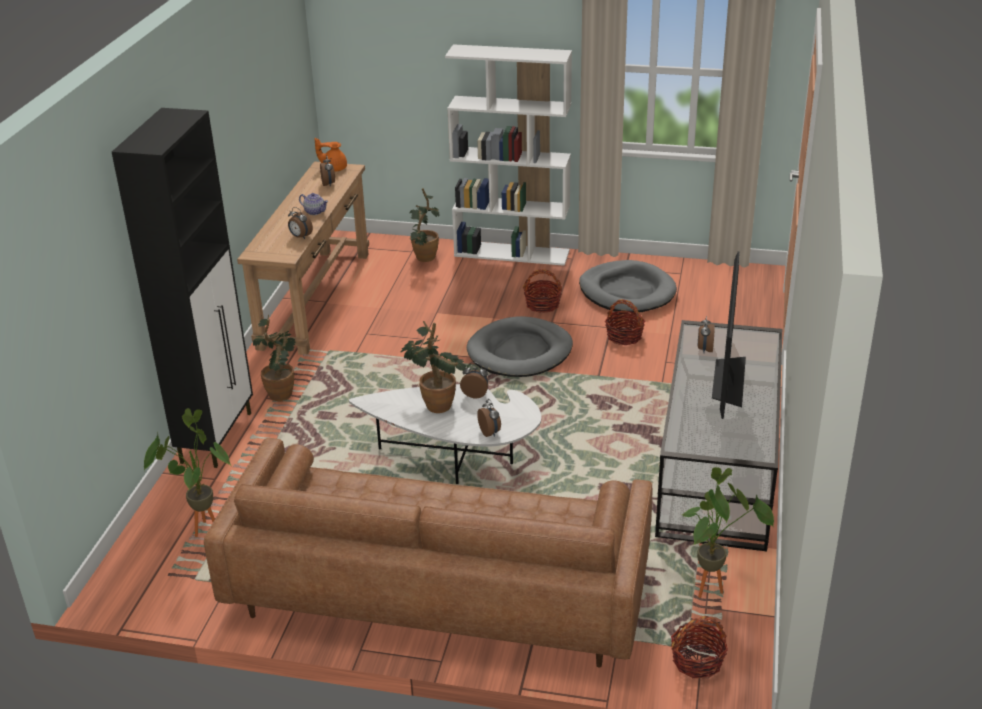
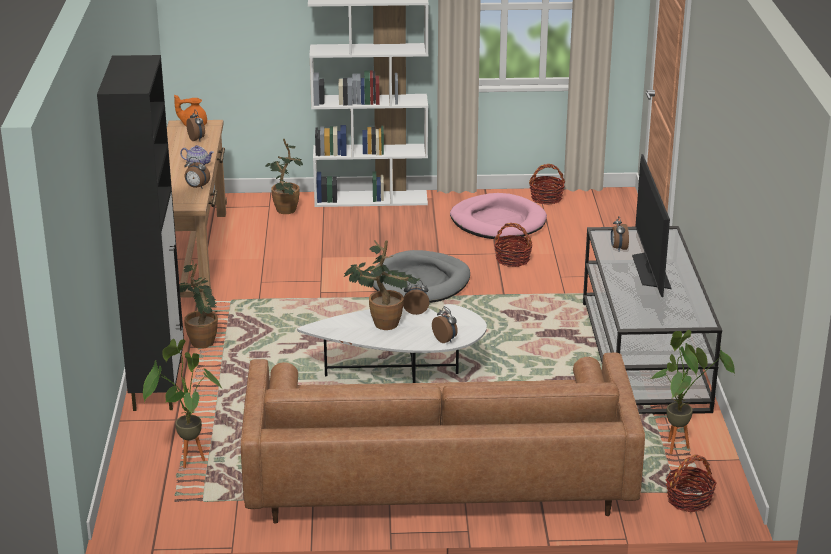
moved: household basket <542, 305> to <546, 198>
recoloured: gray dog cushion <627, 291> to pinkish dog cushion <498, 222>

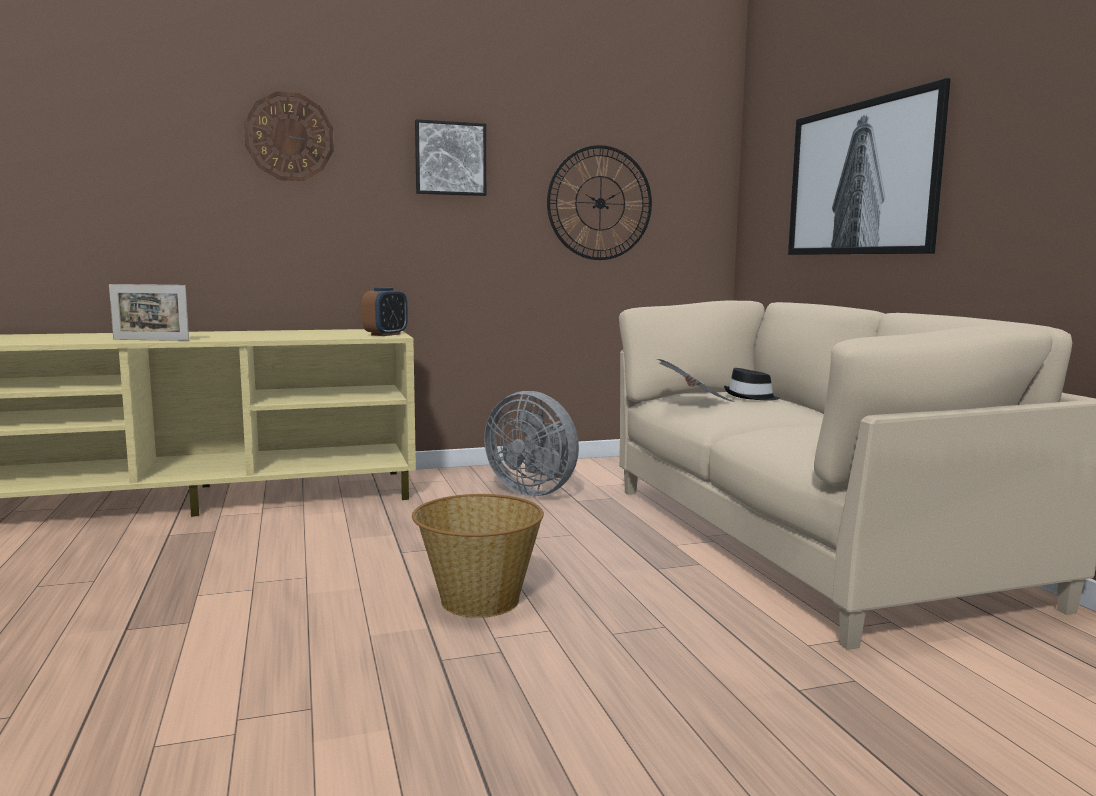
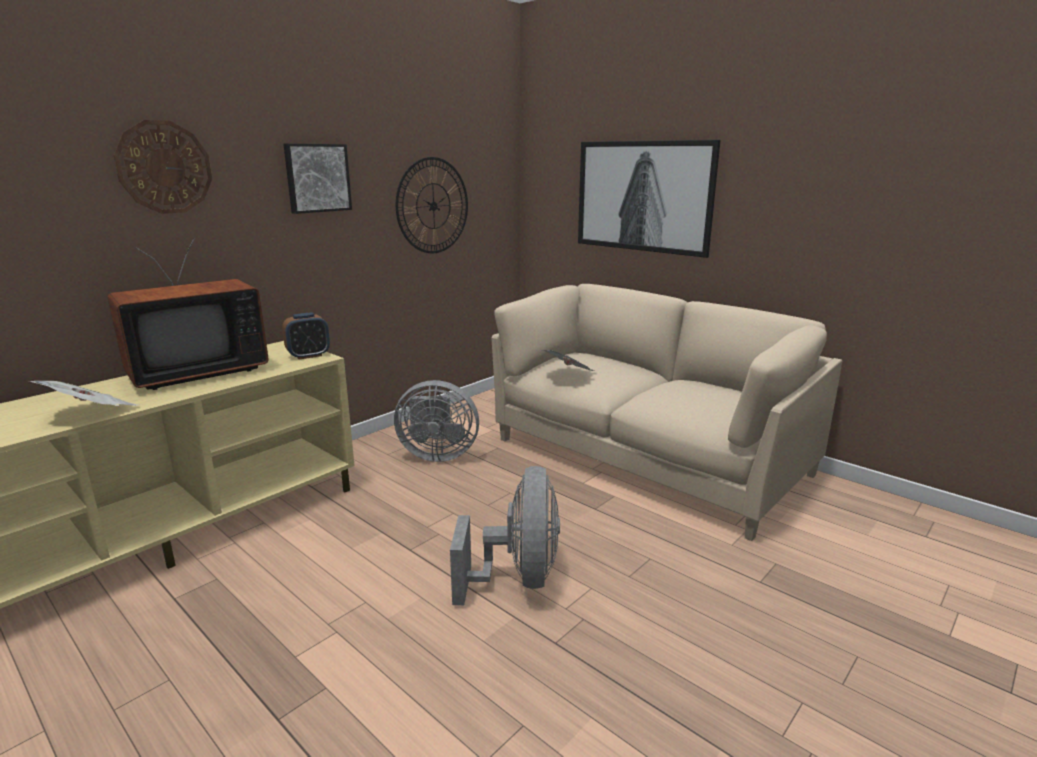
removed: blackish hat <750, 397>
added: TV <195, 372>
replaced: standing frame <151, 340> to daily paper <92, 414>; household basket <478, 600> to gray fan <518, 578>
turned: bedside clock <386, 334> = <308, 355> 60 degrees clockwise

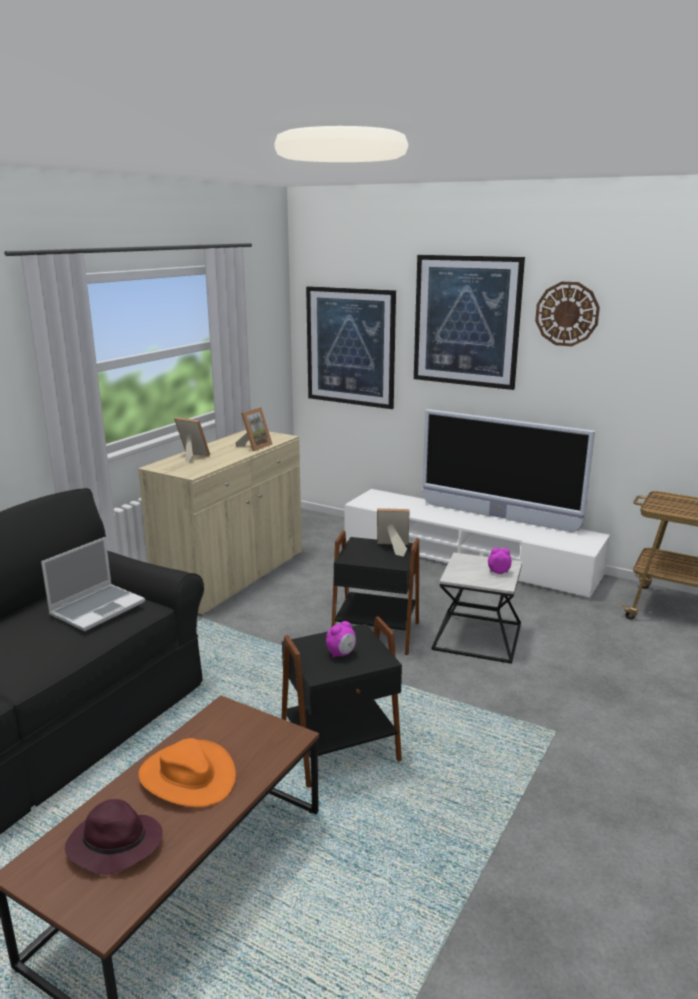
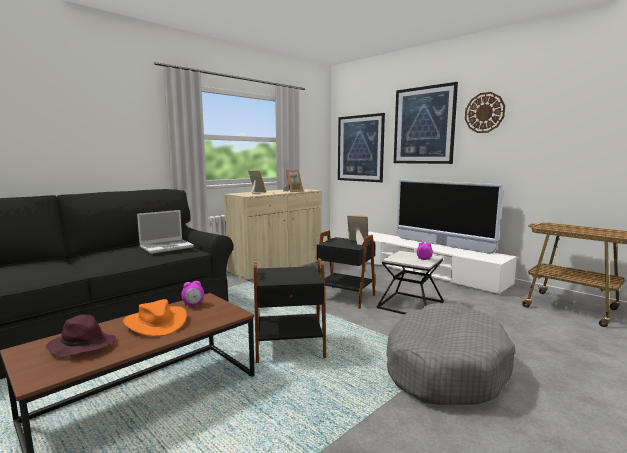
added: gray dog cushion <443, 367>
moved: bedside clock <341, 654> to <193, 305>

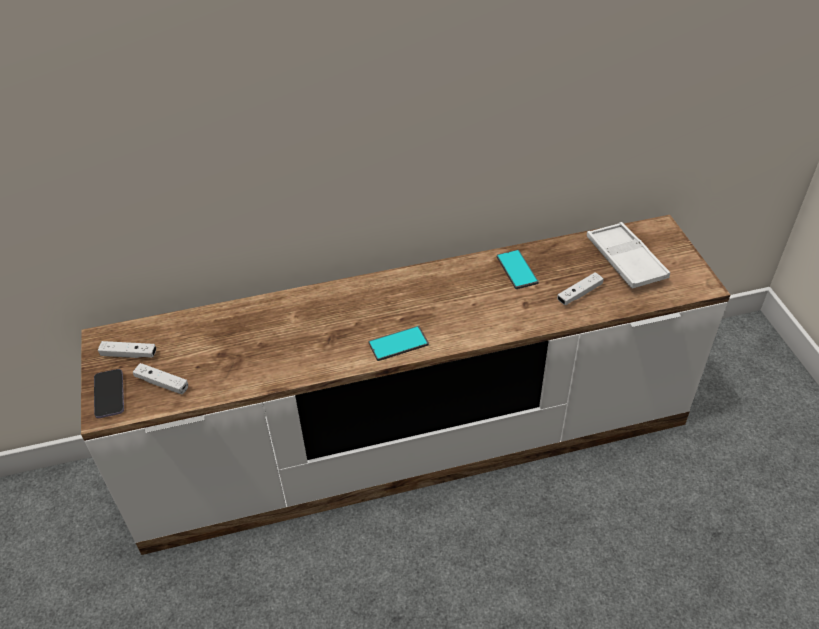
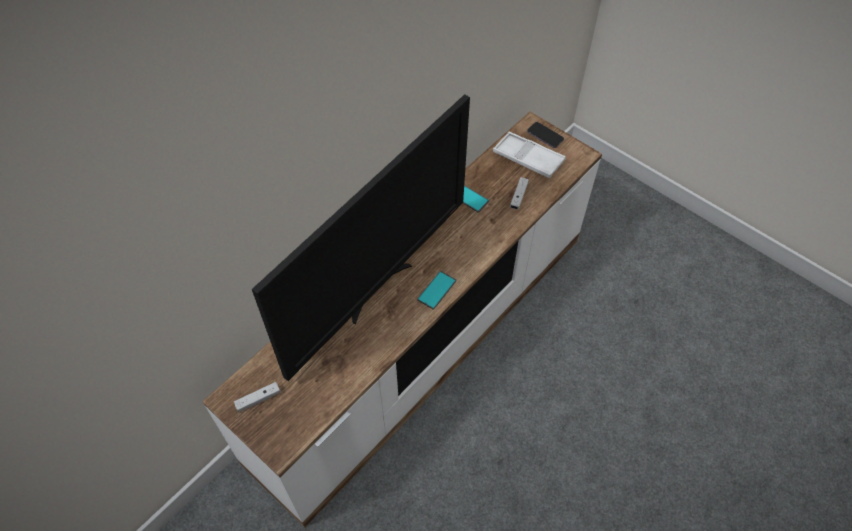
removed: white-coloured gamepad <162, 383>
added: TV <376, 288>
moved: telephone <109, 395> to <545, 136>

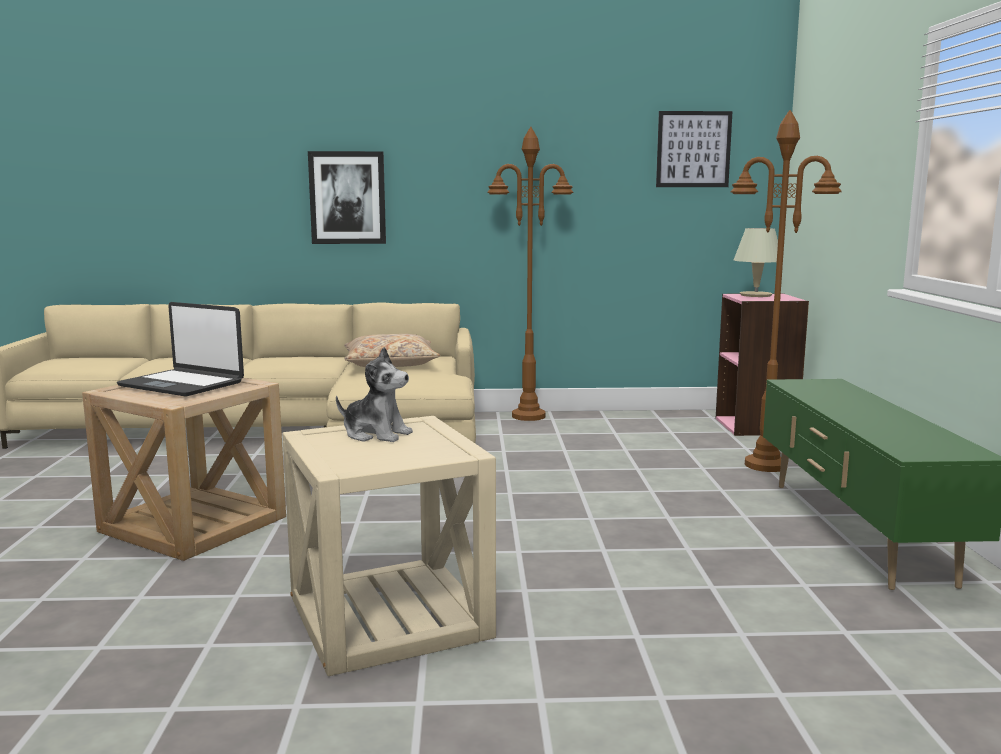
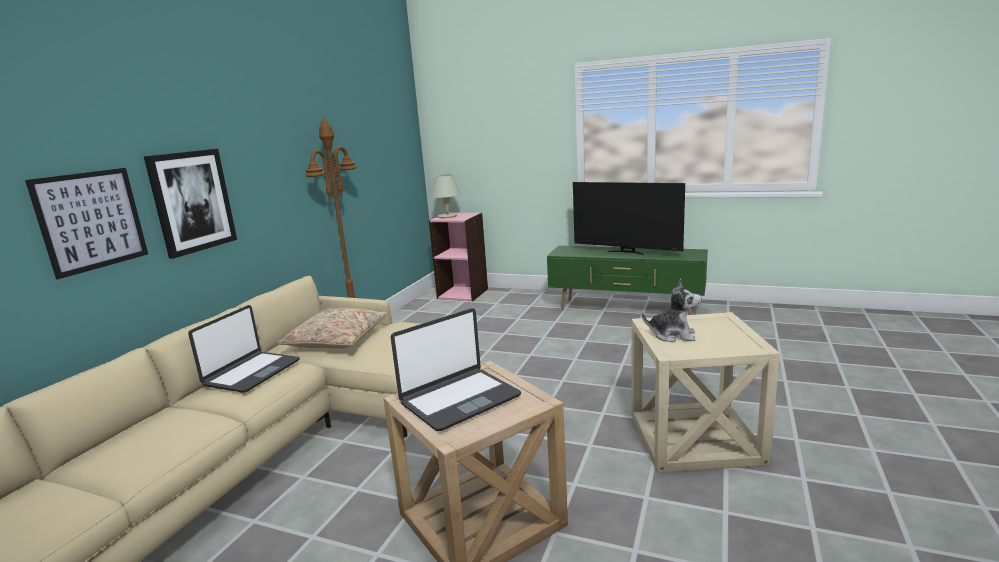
removed: brown floor lamp <766, 465>
added: notebook computer <251, 373>; TV <626, 252>
moved: wall picture <693, 149> to <91, 220>
turned: soft toy <376, 434> = <672, 335> 60 degrees clockwise

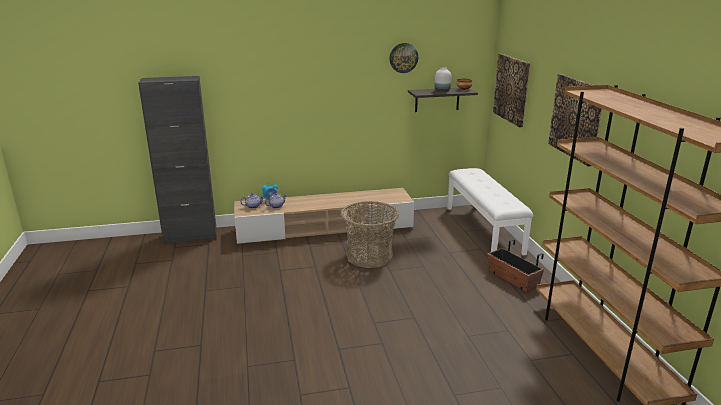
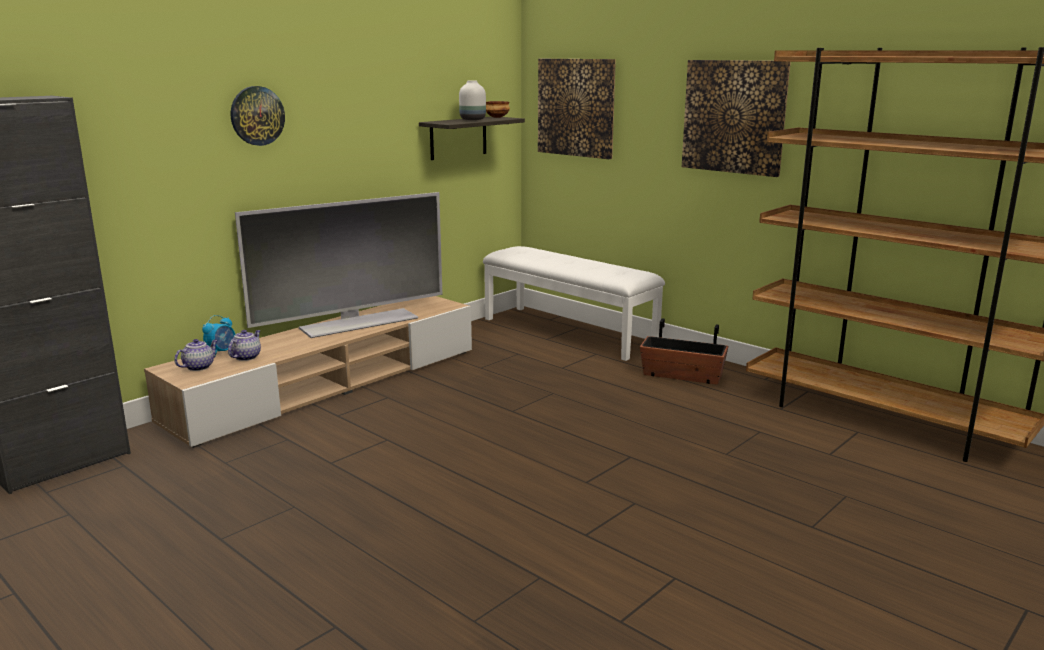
removed: household basket <369, 256>
added: TV <358, 322>
moved: clock on the wall <403, 58> to <257, 116>

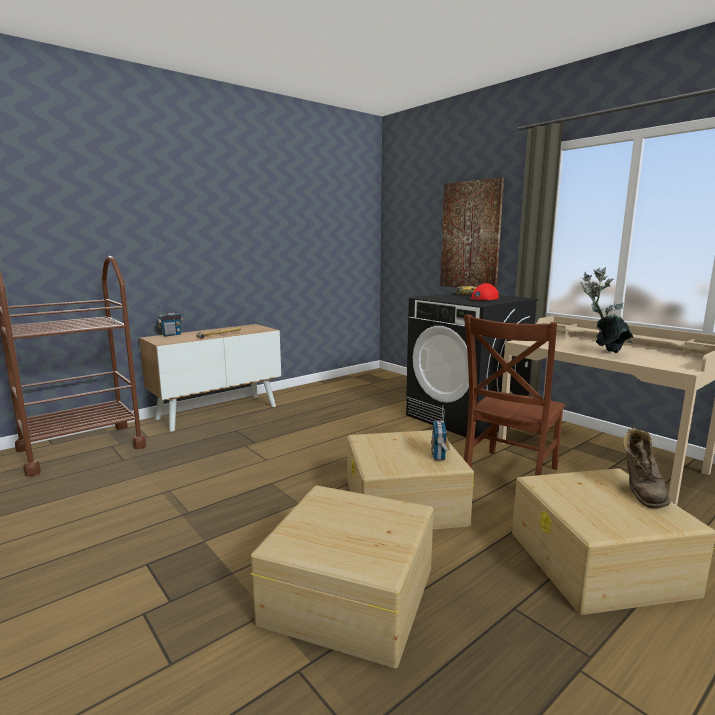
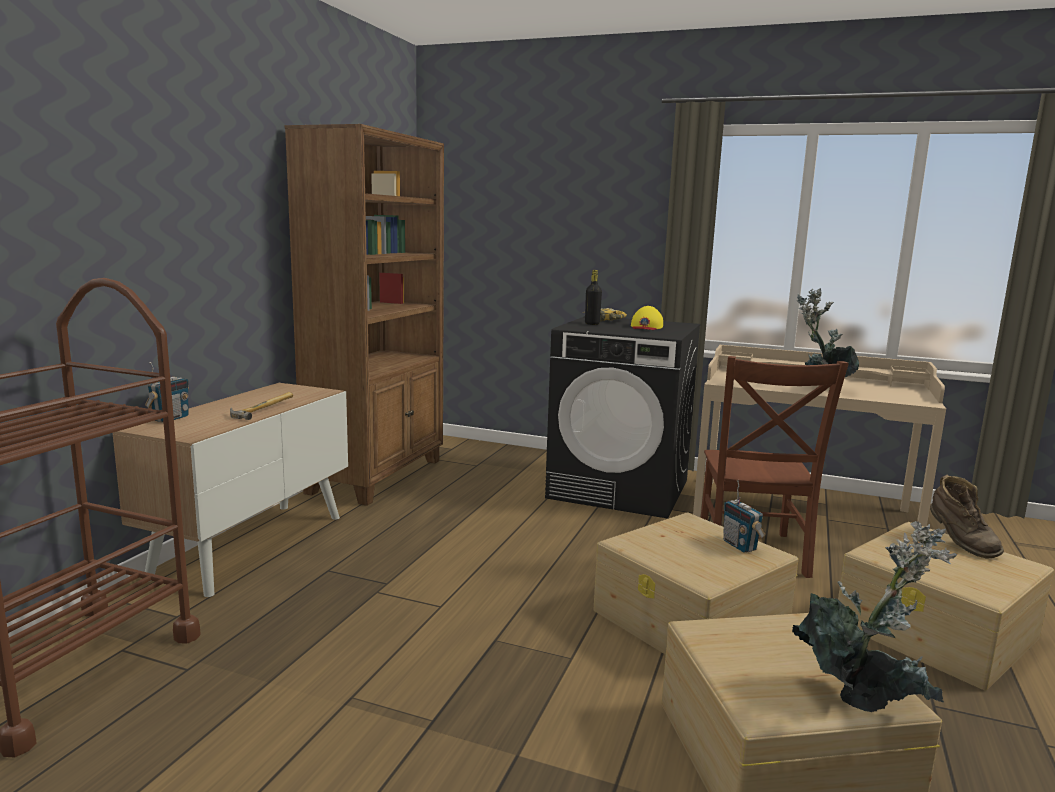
removed: wall picture <470, 235>
added: brown bookcase <378, 476>; blackish beverage bottle <592, 324>; potted plant <864, 697>
recoloured: reddish peaked cap <483, 299> to yellow peaked cap <646, 327>

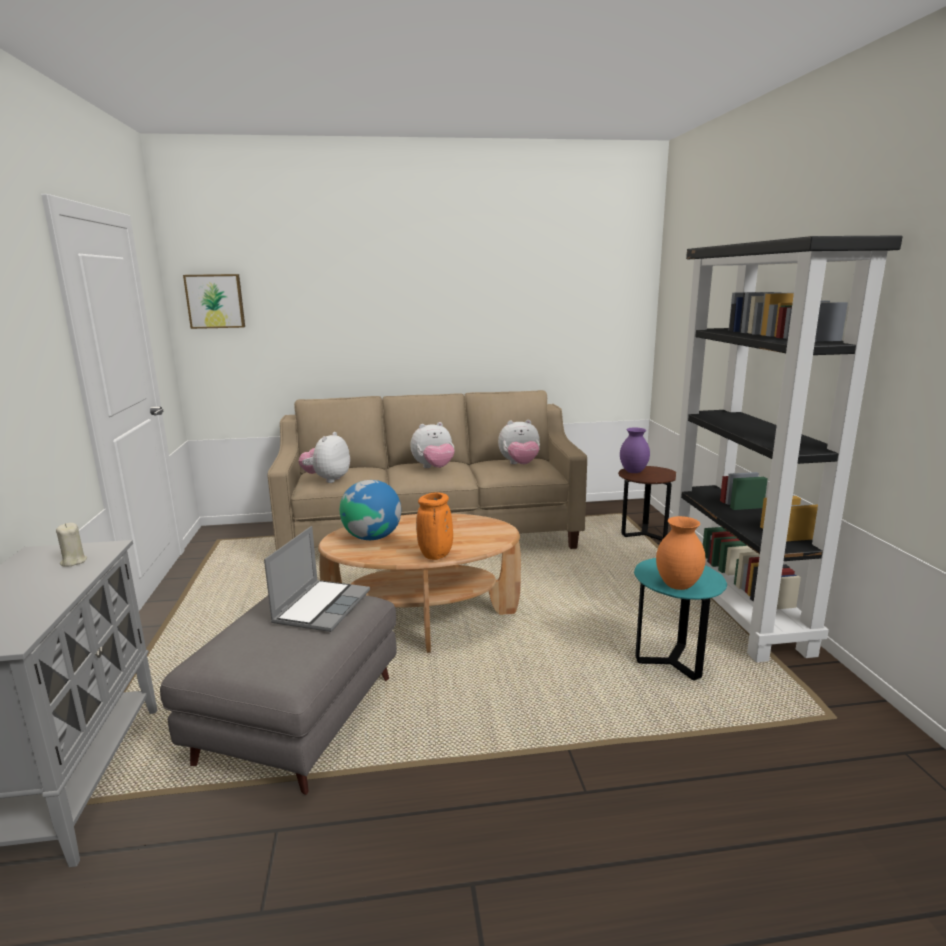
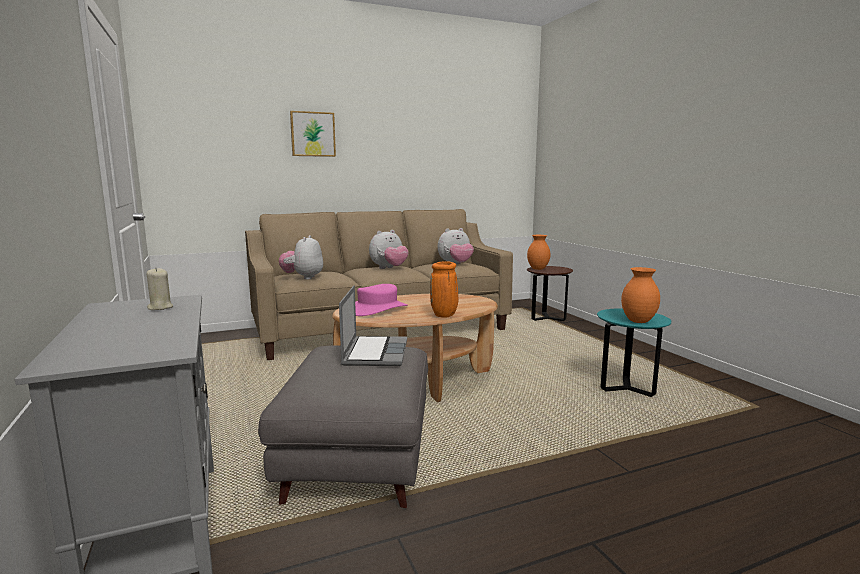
removed: blackish bookcase <736, 610>
moved: wall picture <215, 301> to <312, 134>
replaced: world globe <372, 537> to pinkish hat <377, 309>
recoloured: purple-coloured vase <633, 471> to orange vase <537, 269>

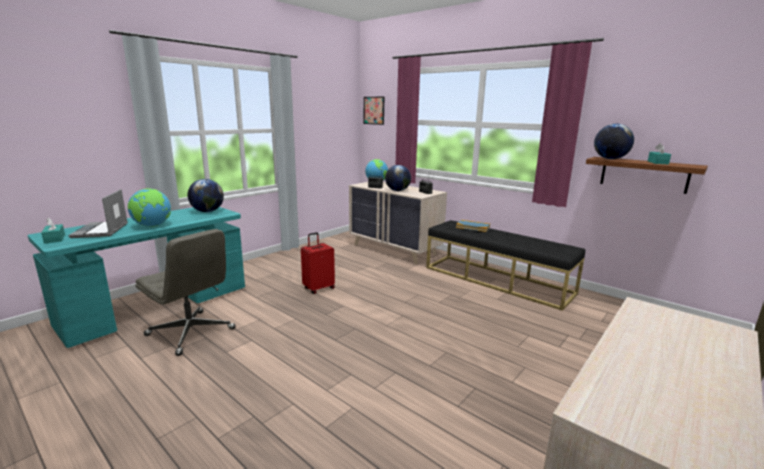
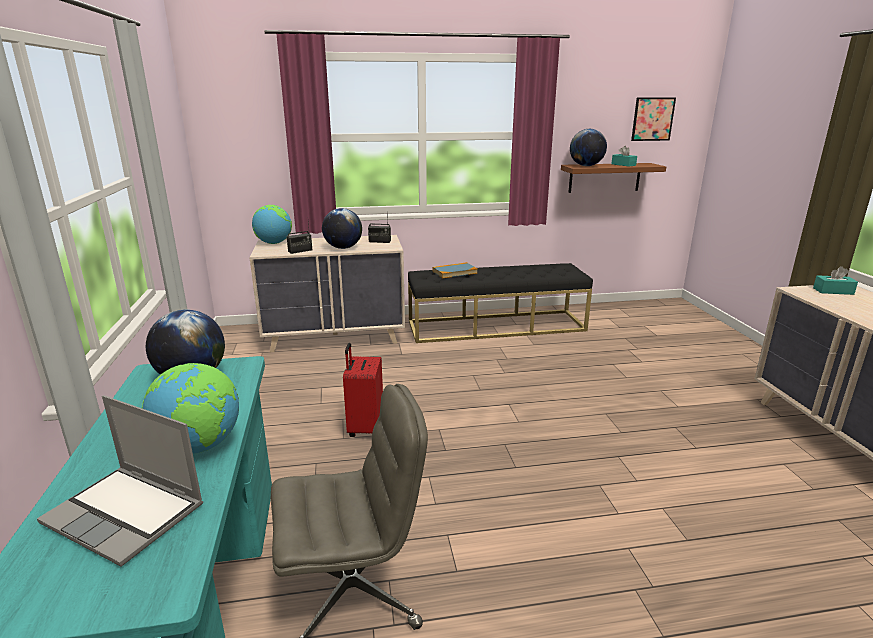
moved: blue-green tissue box <54, 239> to <833, 291>; wall picture <374, 110> to <652, 119>

